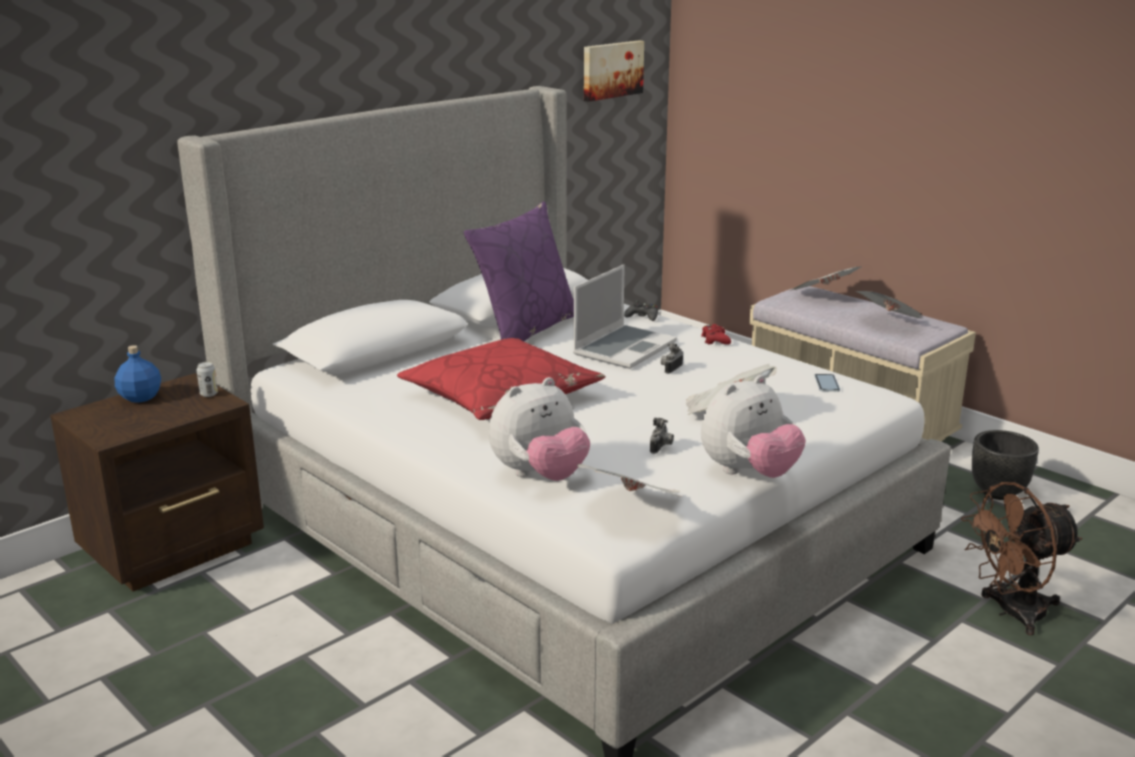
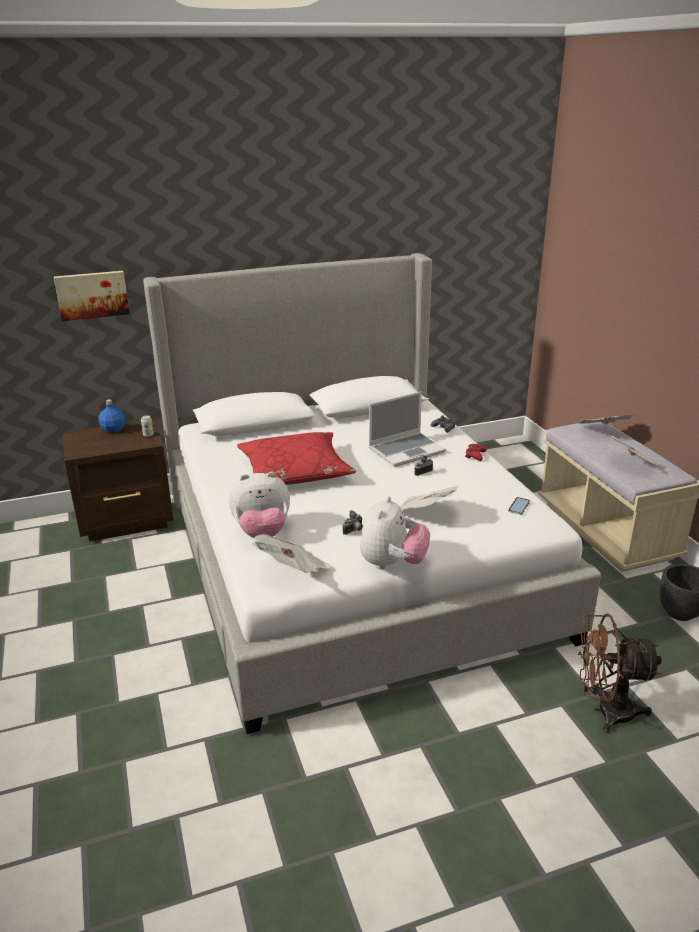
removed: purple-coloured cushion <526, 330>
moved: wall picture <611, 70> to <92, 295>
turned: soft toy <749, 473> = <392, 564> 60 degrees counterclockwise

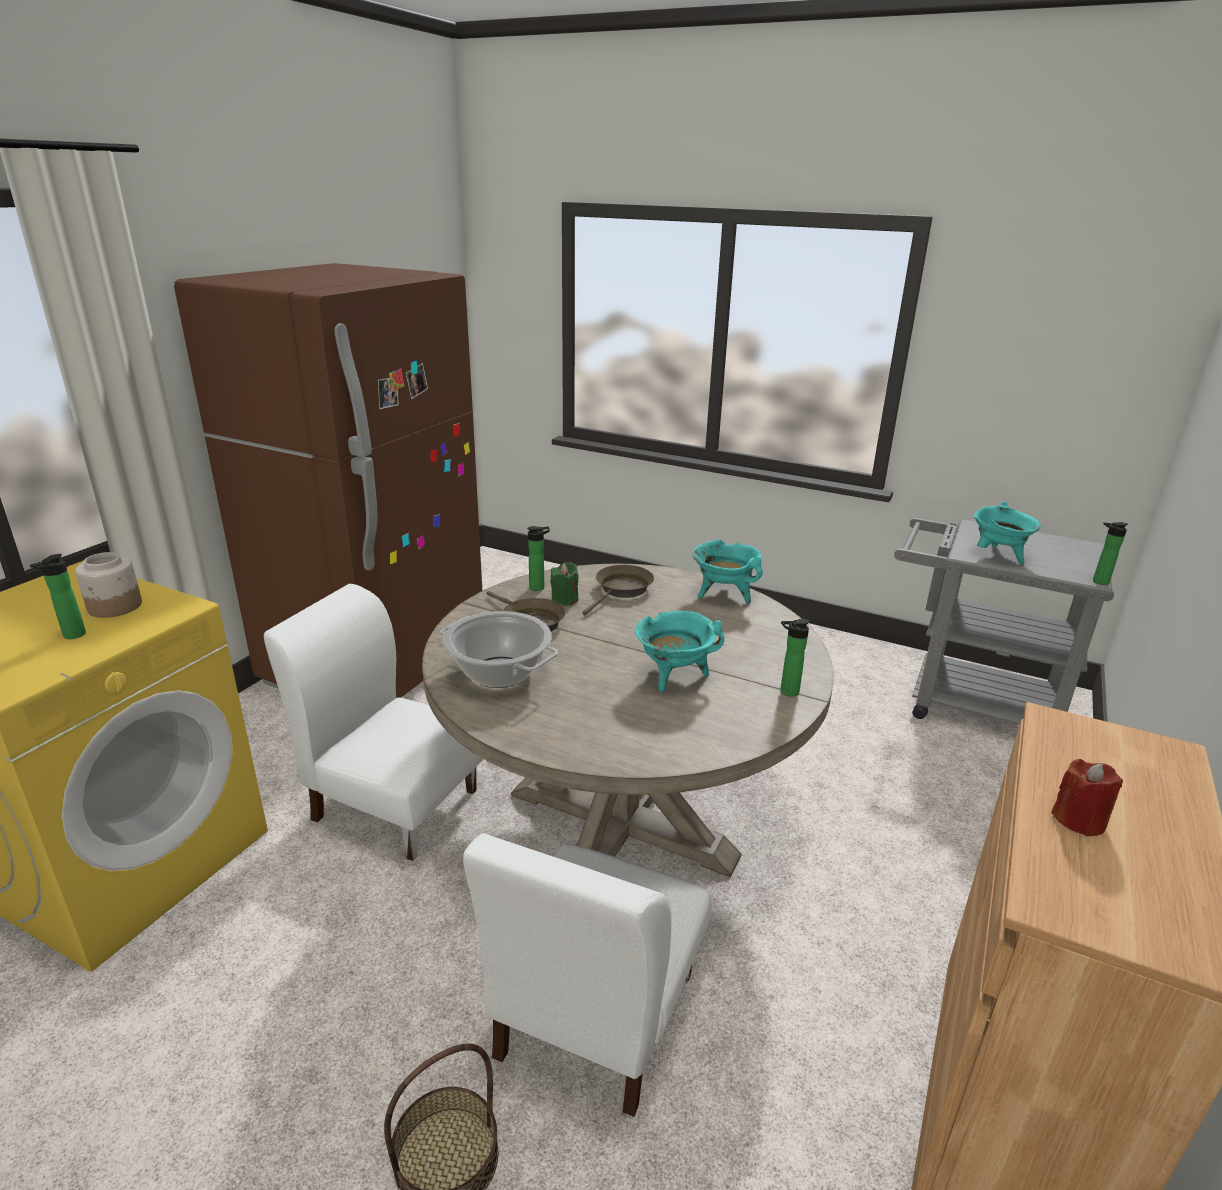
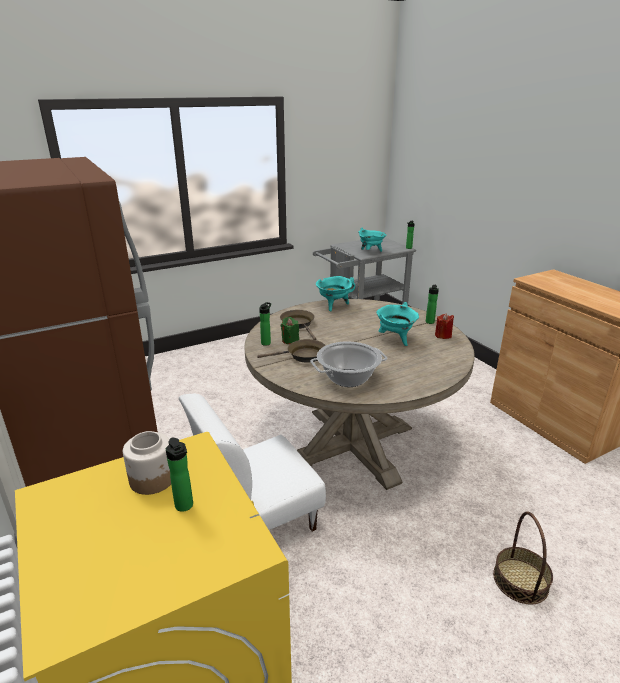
removed: white-coloured upright chair <594, 1015>
moved: reddish wax candle <1079, 820> to <443, 335>

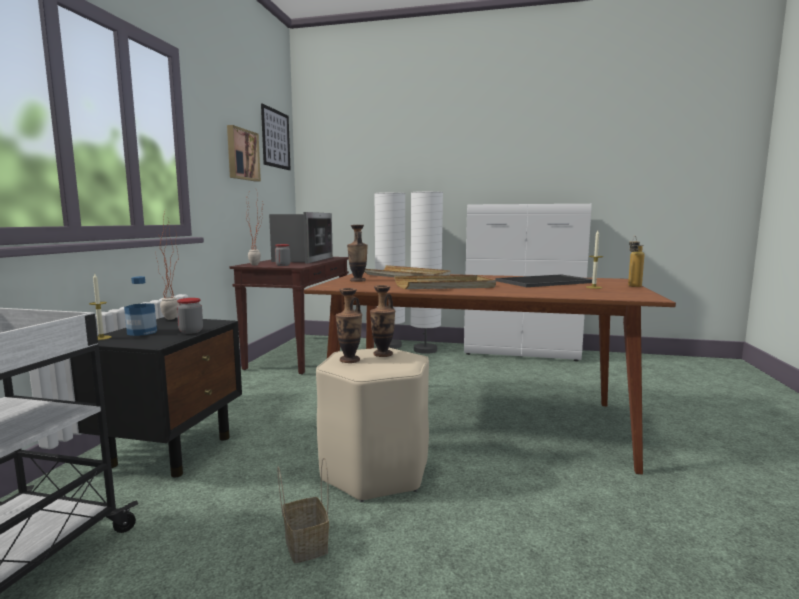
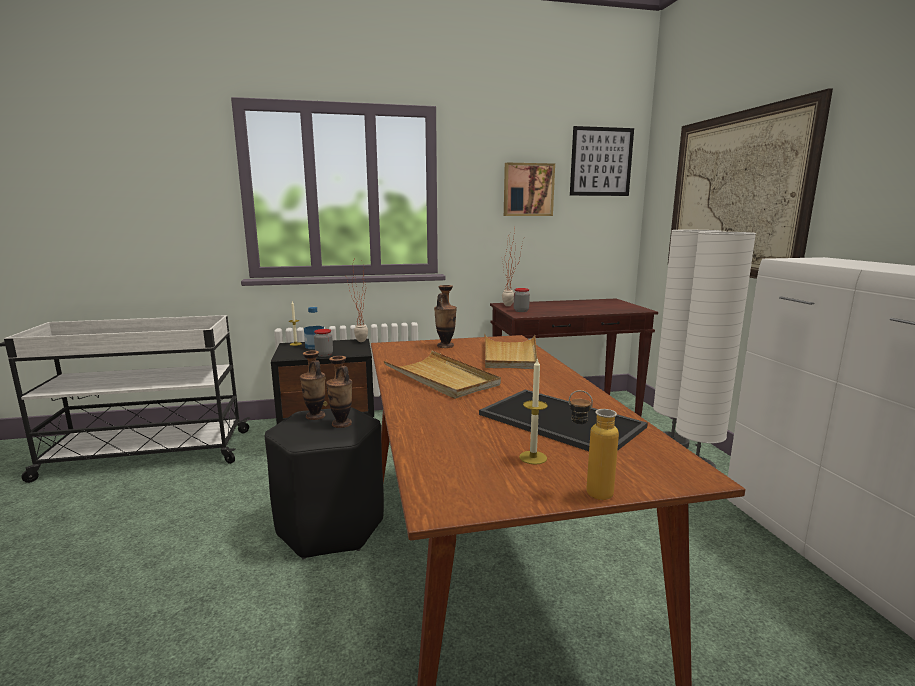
removed: microwave <302, 259>; household basket <304, 544>
added: wall picture <734, 195>
recoloured: sand-coloured sitting stool <374, 471> to blackish sitting stool <330, 526>

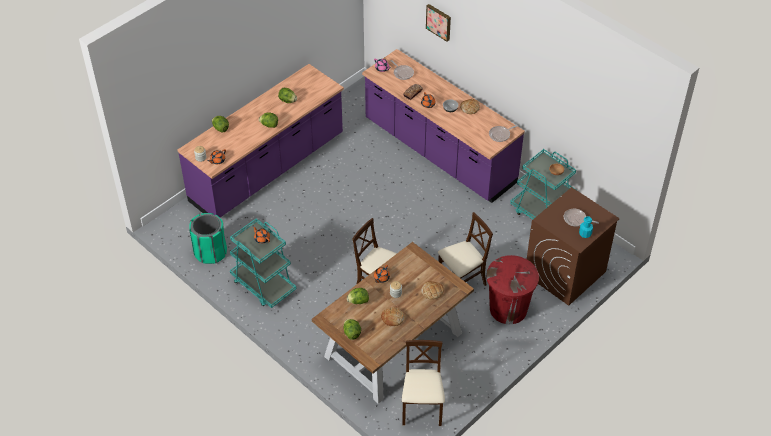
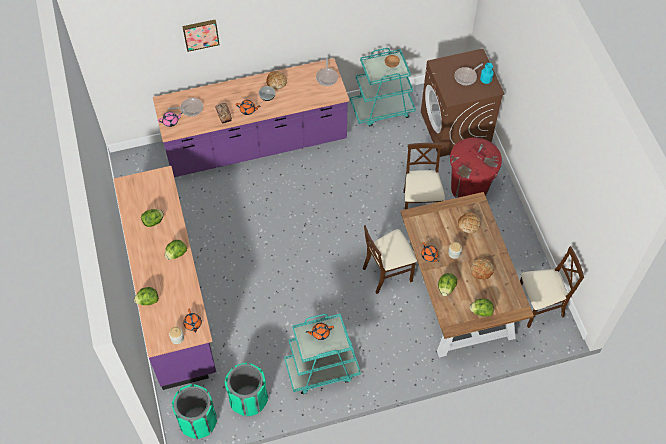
added: green-coloured waste bin <197, 420>
turned: sand-coloured upright chair <422, 409> = <539, 307> 135 degrees clockwise

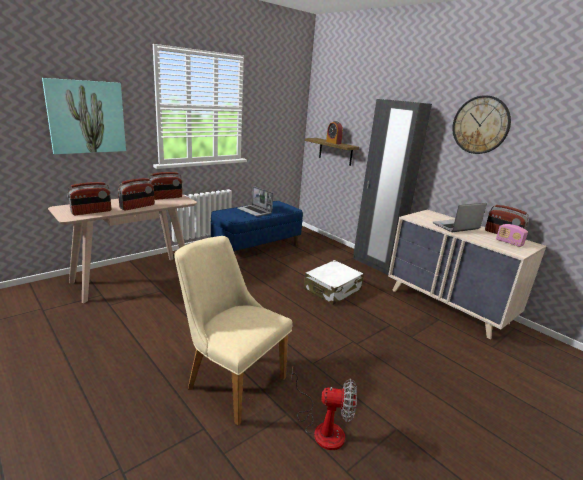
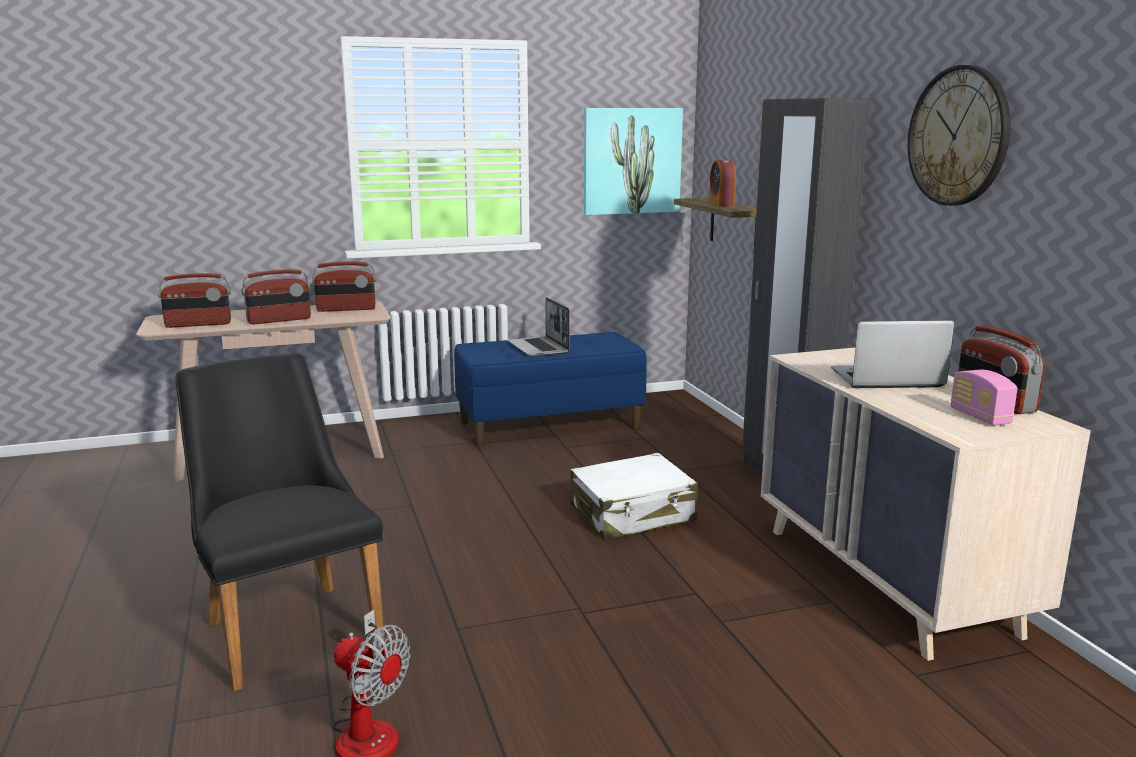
moved: wall picture <87, 117> to <632, 161>
recoloured: sand-coloured upright chair <229, 379> to blackish upright chair <286, 624>

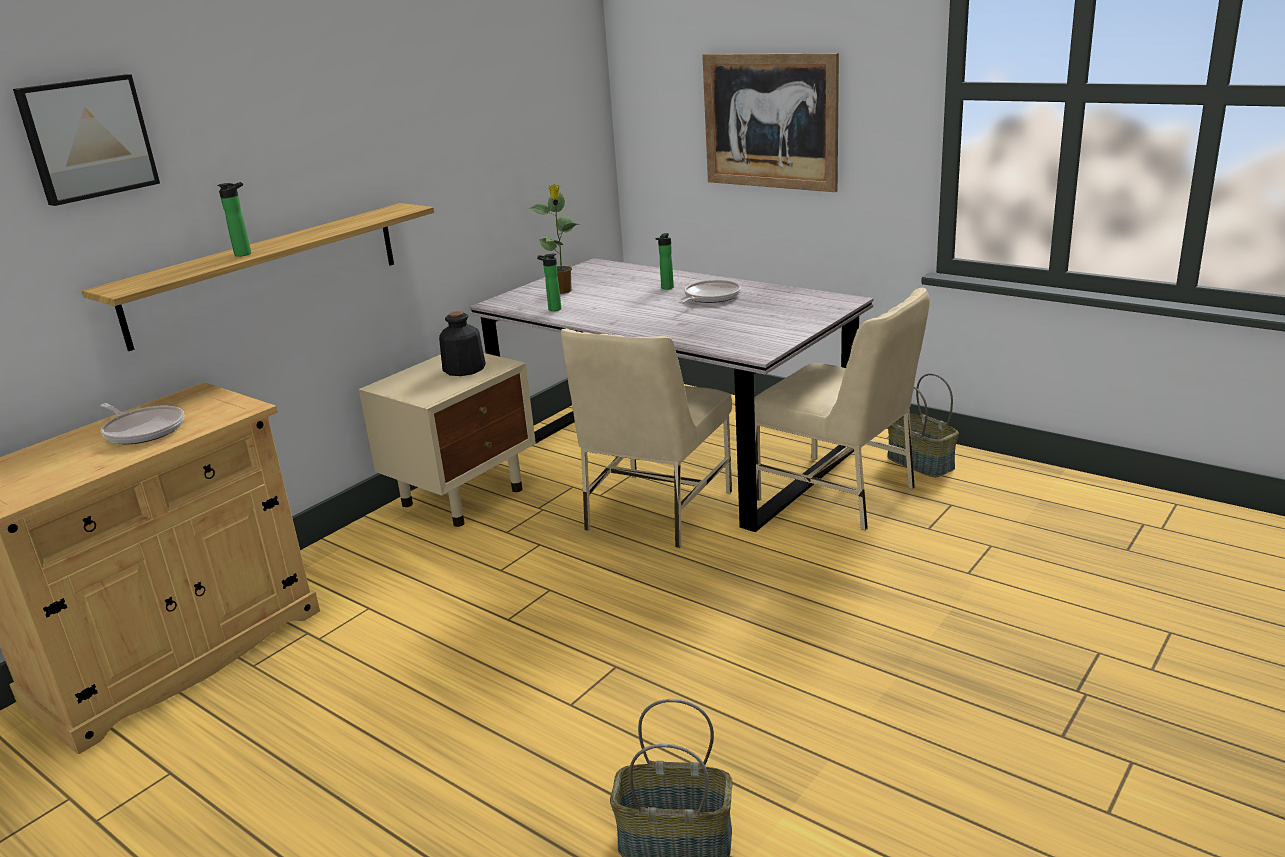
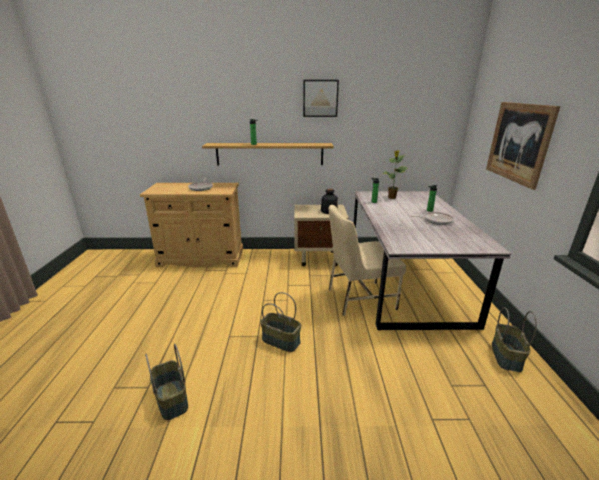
removed: sand-coloured upright chair <838, 493>
added: household basket <281, 340>
moved: wall picture <87, 138> to <320, 98>

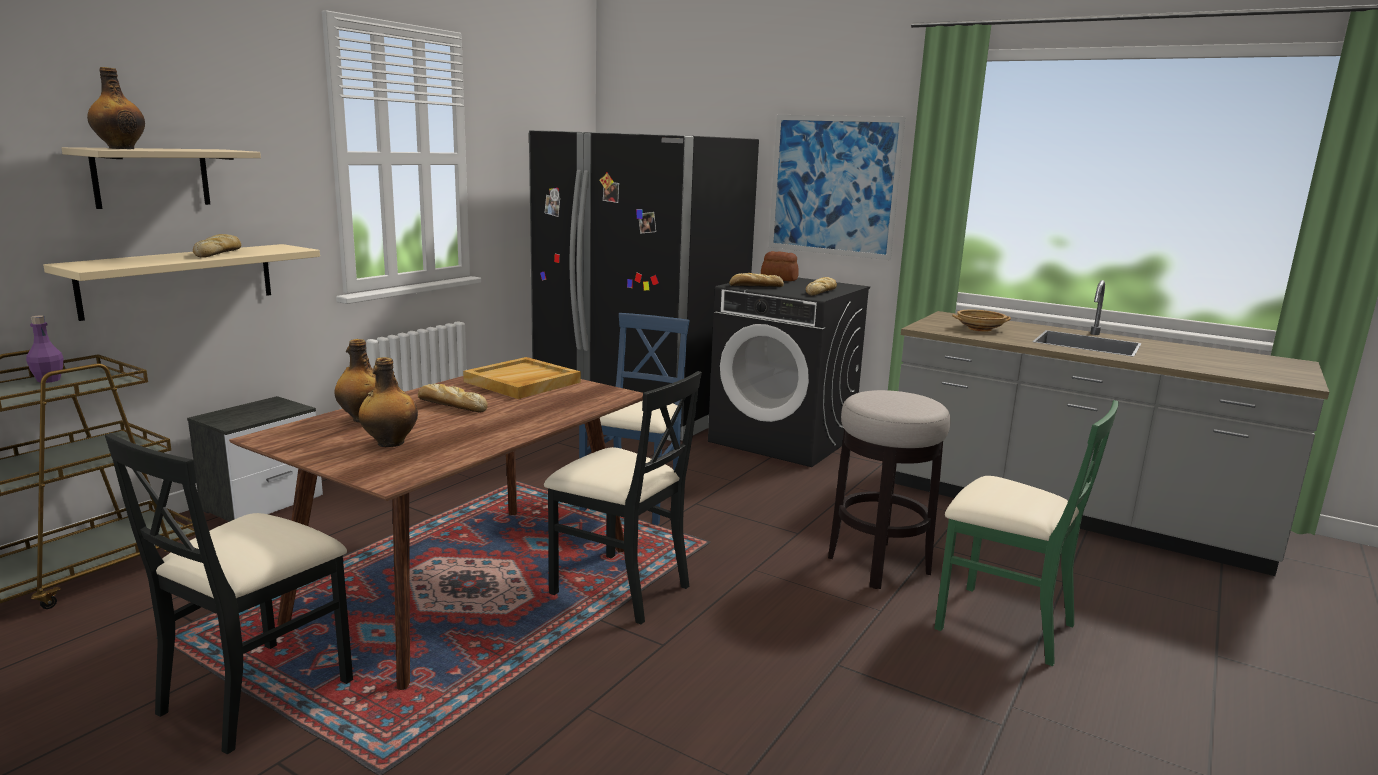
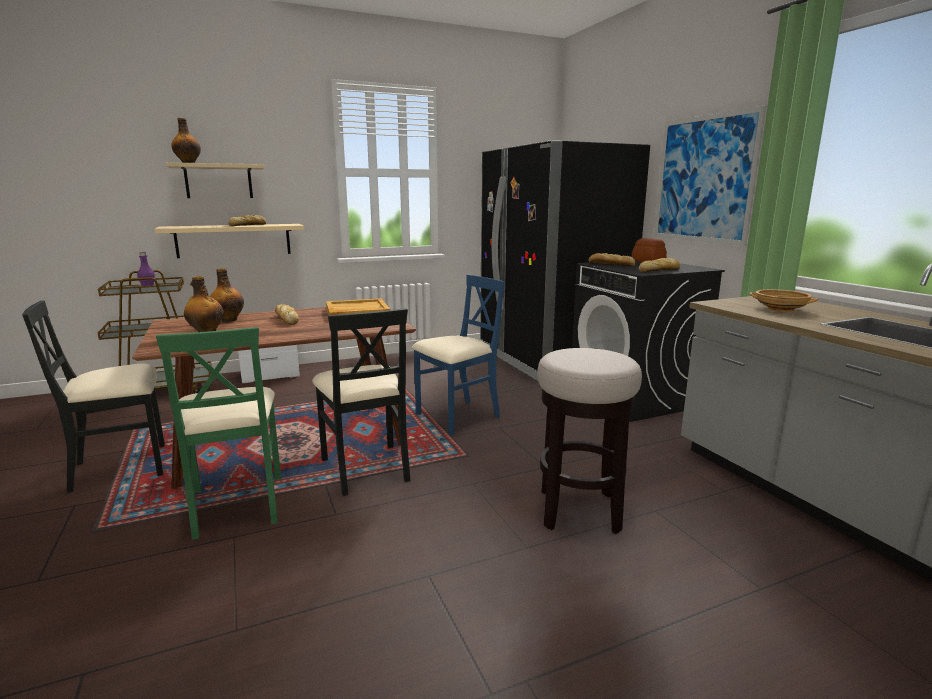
moved: green-coloured upright chair <1003, 624> to <237, 505>

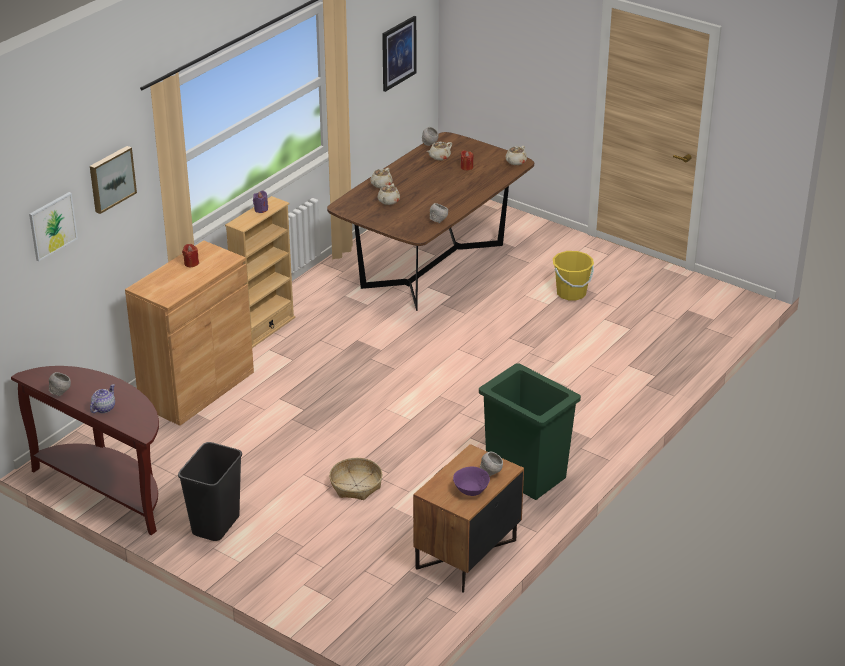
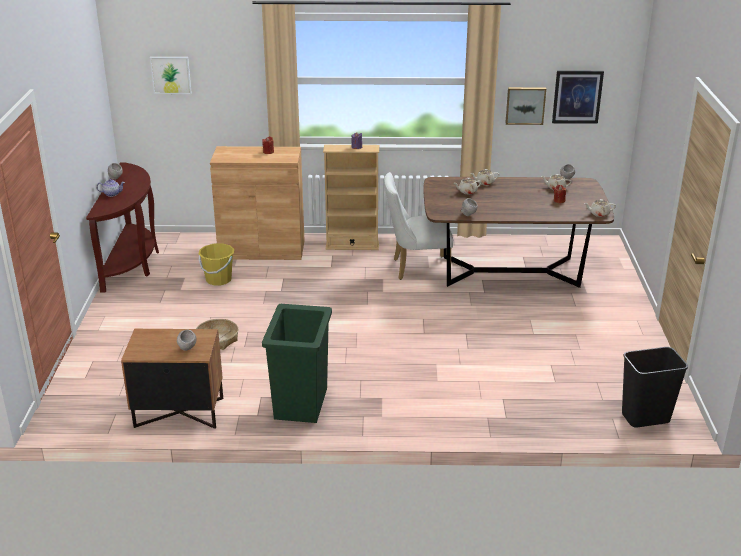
removed: purple-coloured deep dish <470, 490>
added: white-coloured upright chair <416, 268>
moved: wall picture <111, 178> to <525, 105>; blackish waste bin <216, 526> to <645, 419>; yellow bucket <571, 293> to <218, 280>

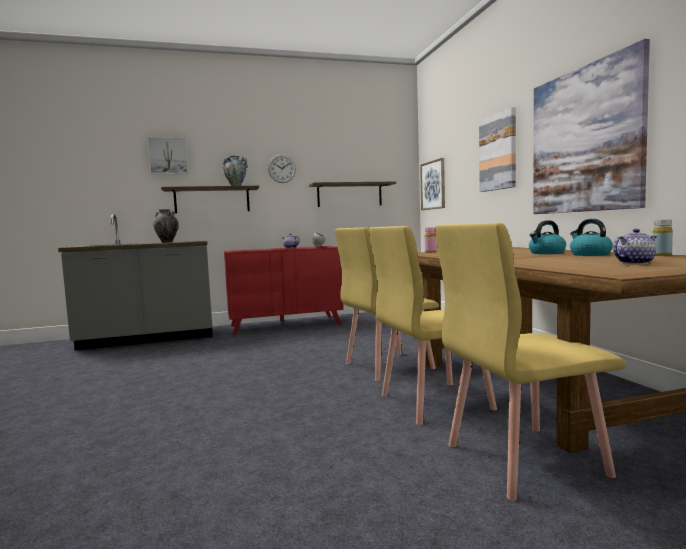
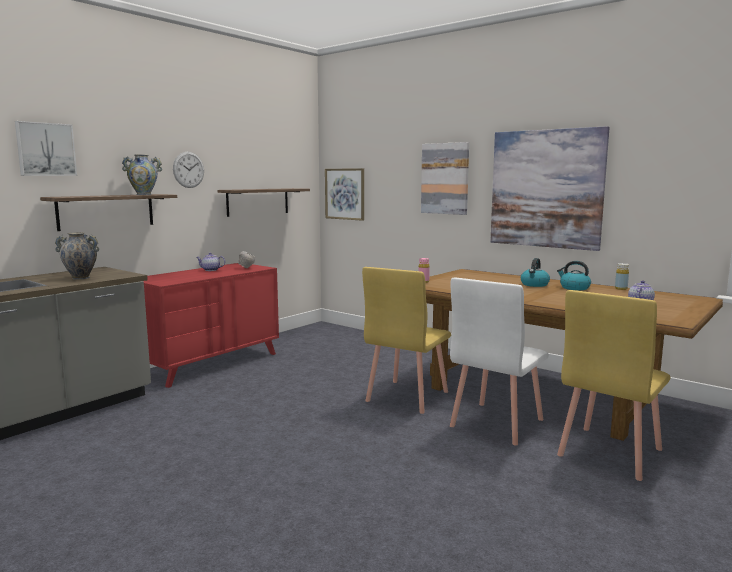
recoloured: yellow upright chair <434, 401> to white-coloured upright chair <495, 423>

